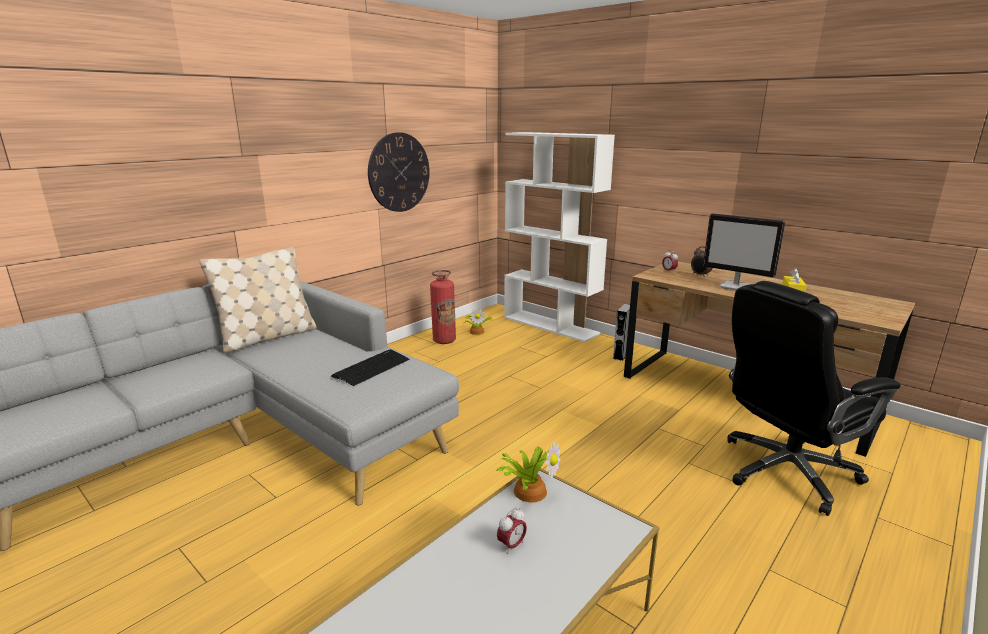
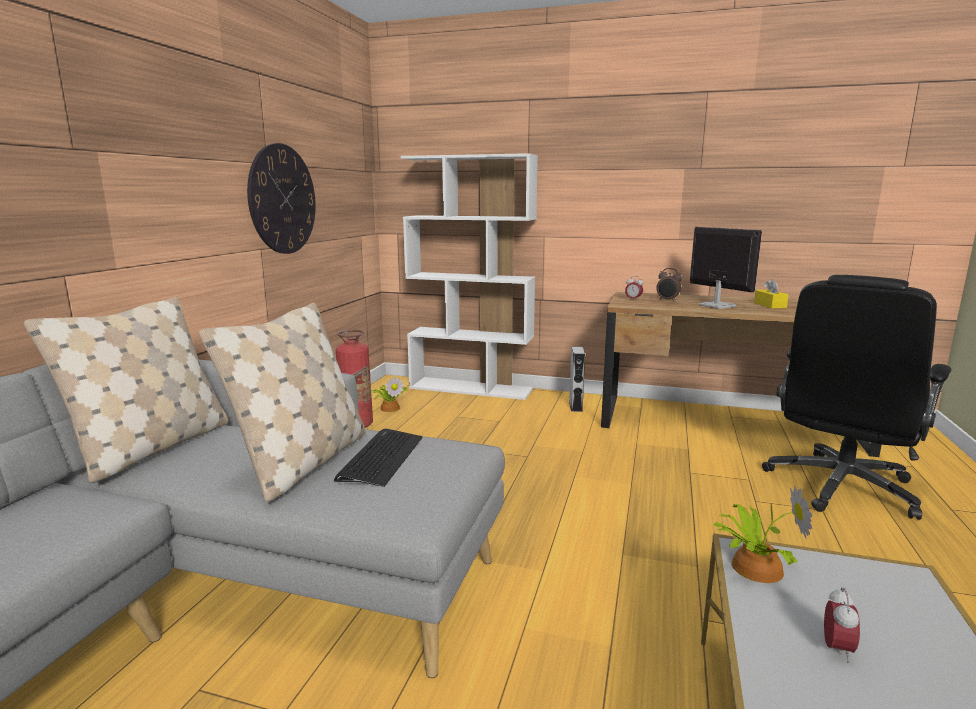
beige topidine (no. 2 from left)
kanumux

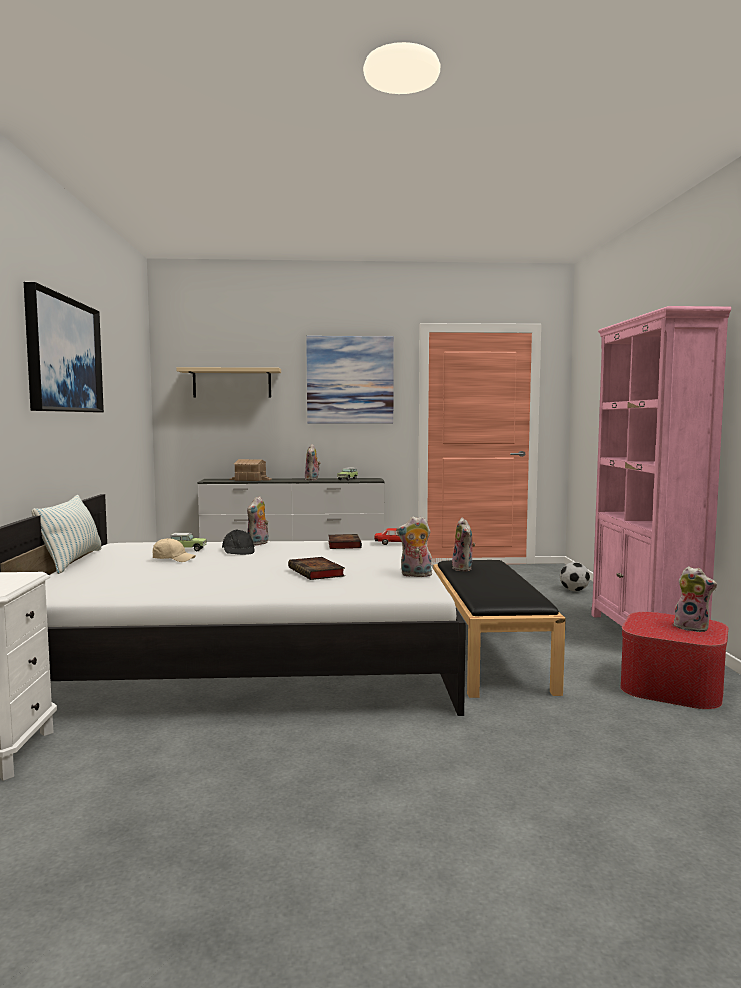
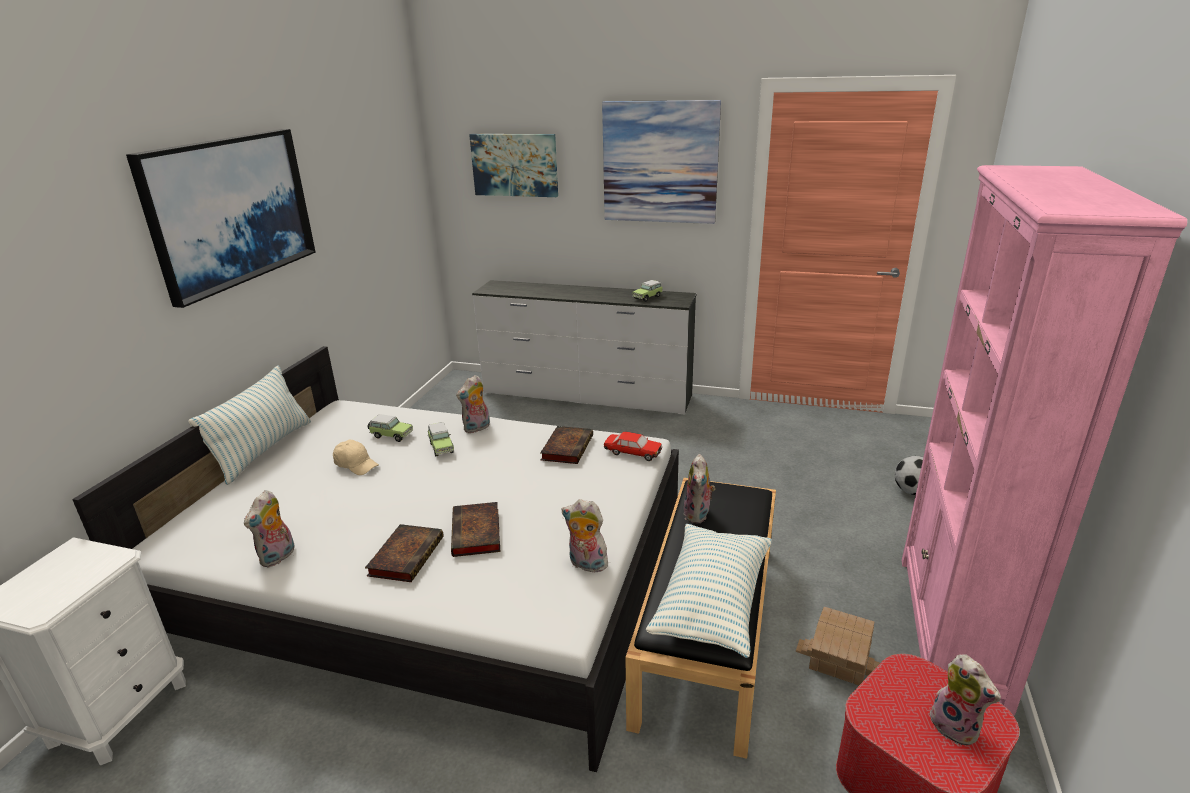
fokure (no. 1 from left)
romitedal (no. 1 from left)
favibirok (no. 2 from left)
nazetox (no. 2 from left)
topidine (no. 2 from left)
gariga

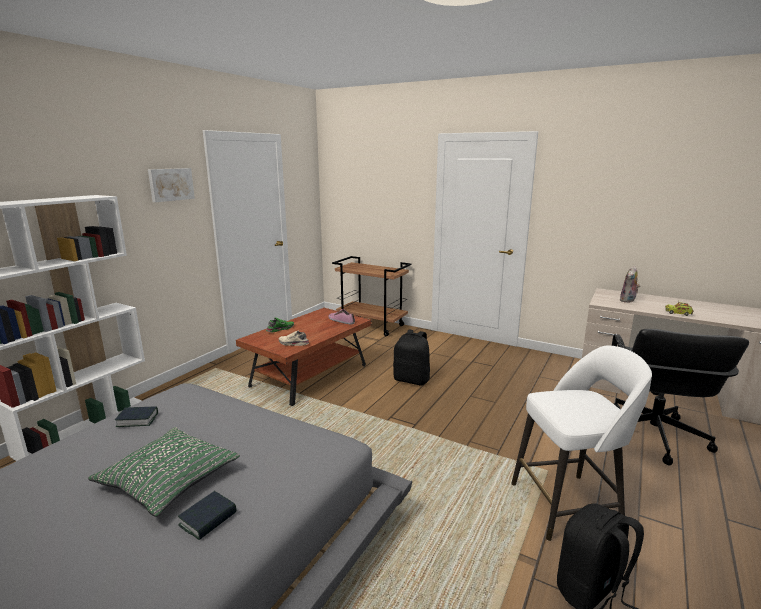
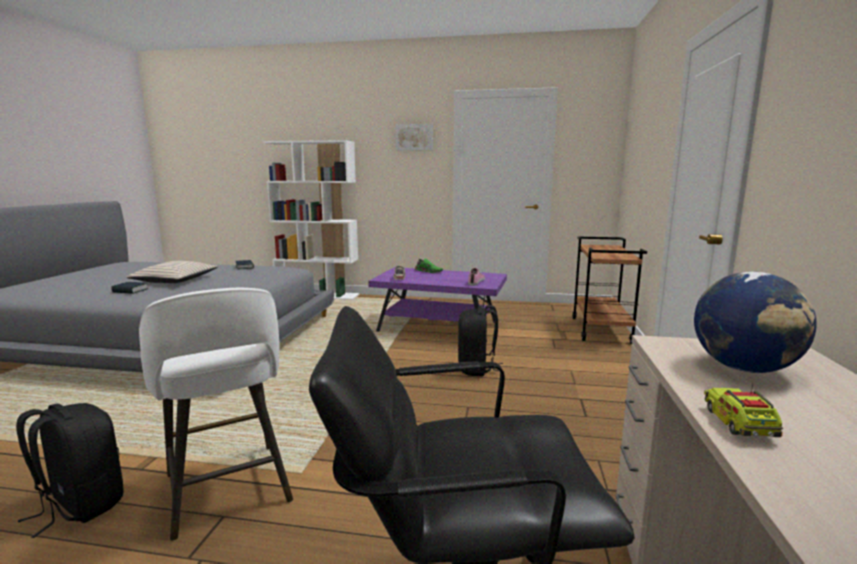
beige topidine
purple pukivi
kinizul

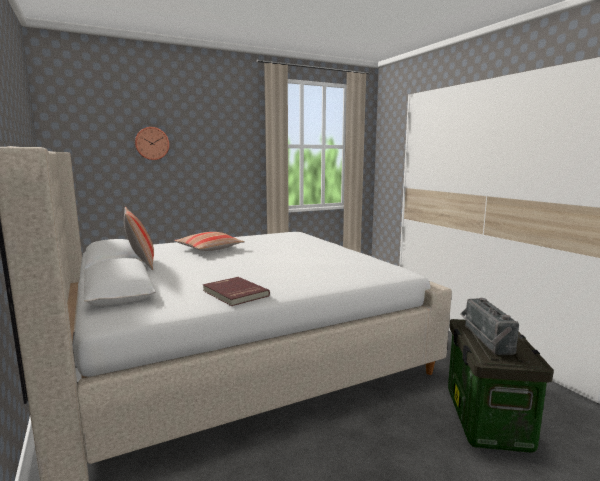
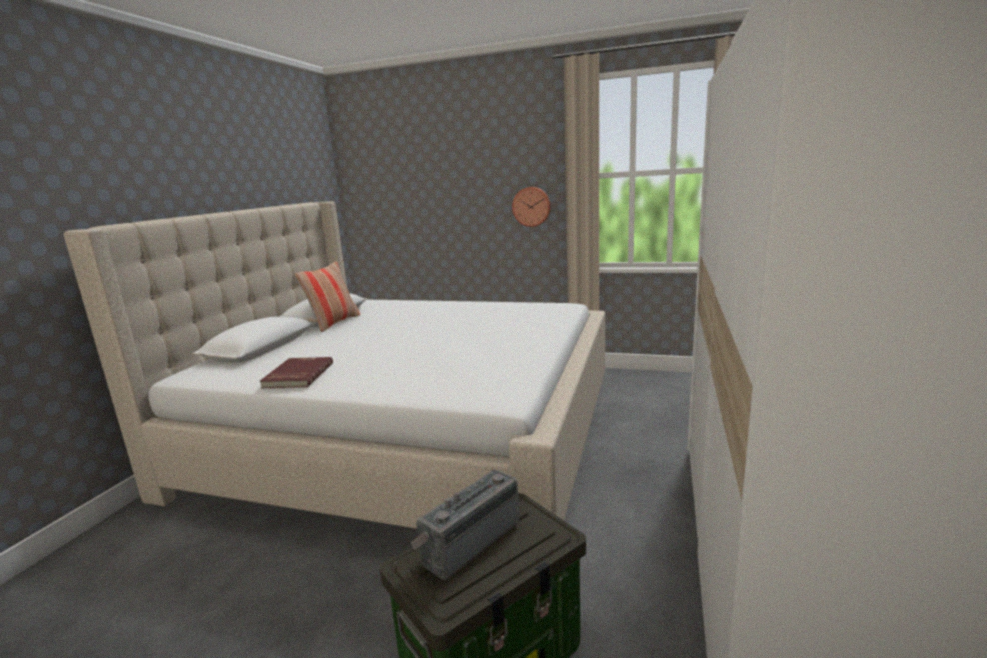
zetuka
topidine (no. 2 from left in the first image)

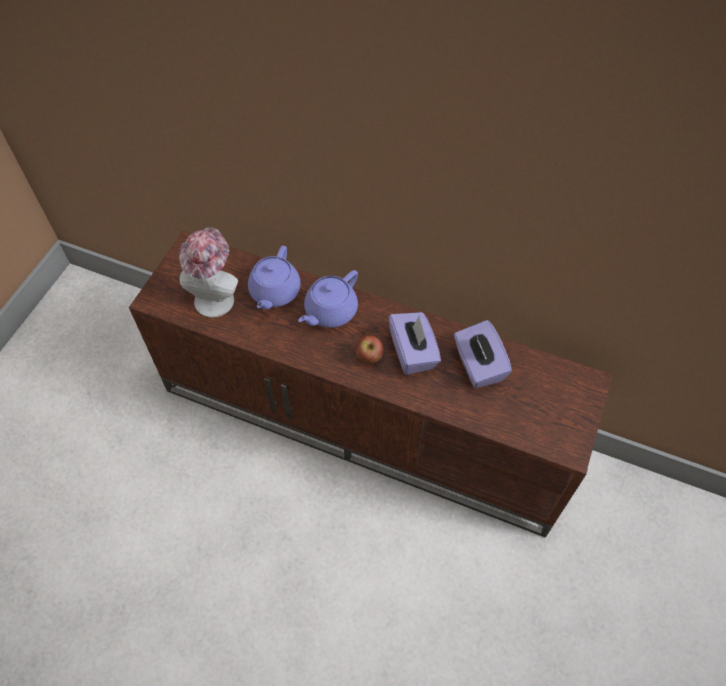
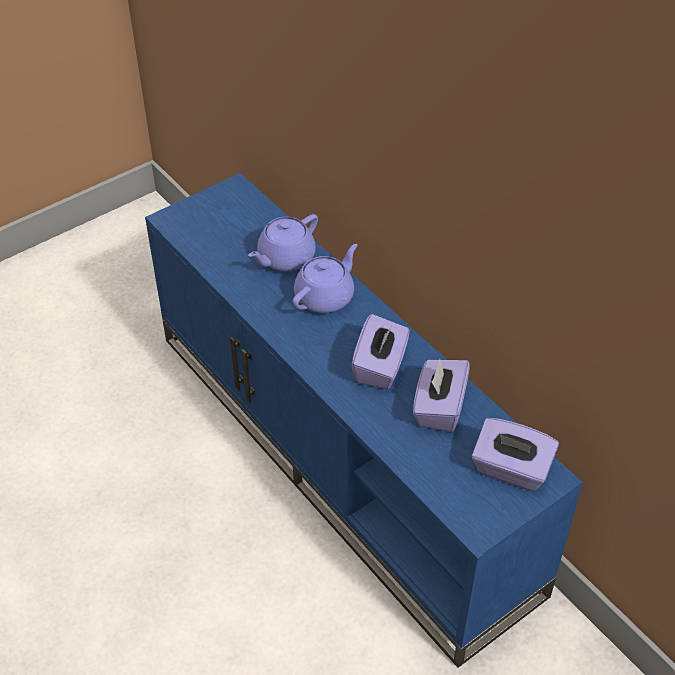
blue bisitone
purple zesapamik (no. 2 from left)
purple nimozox (no. 3 from left)
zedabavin
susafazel

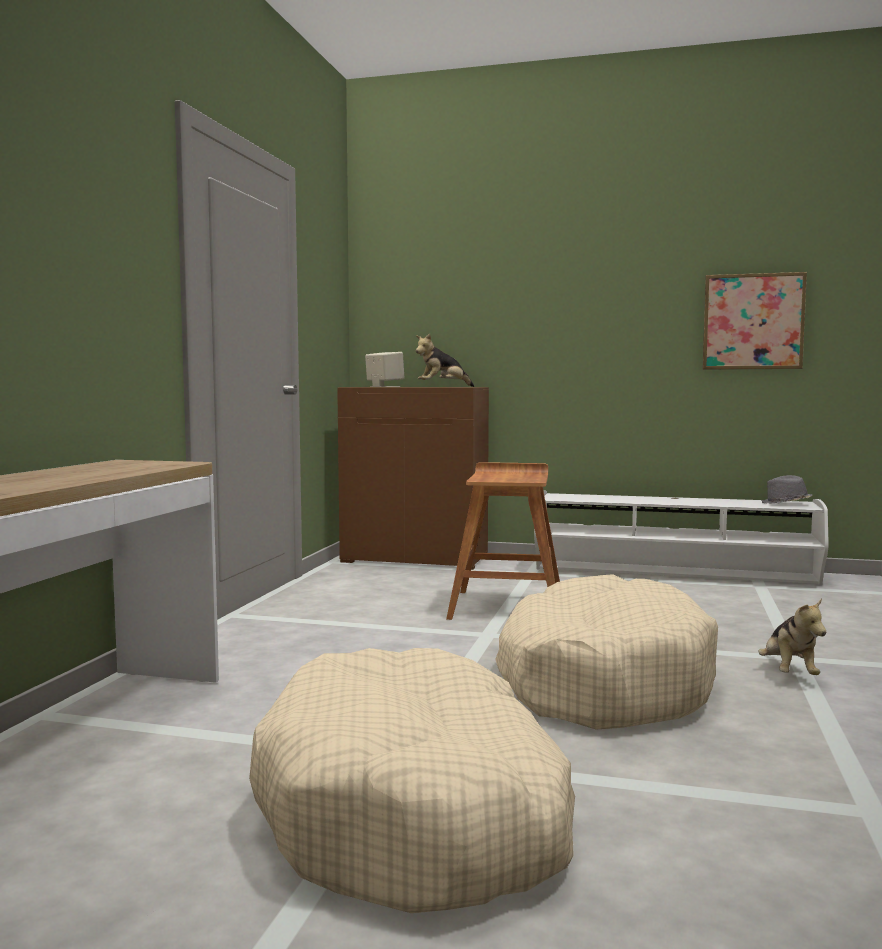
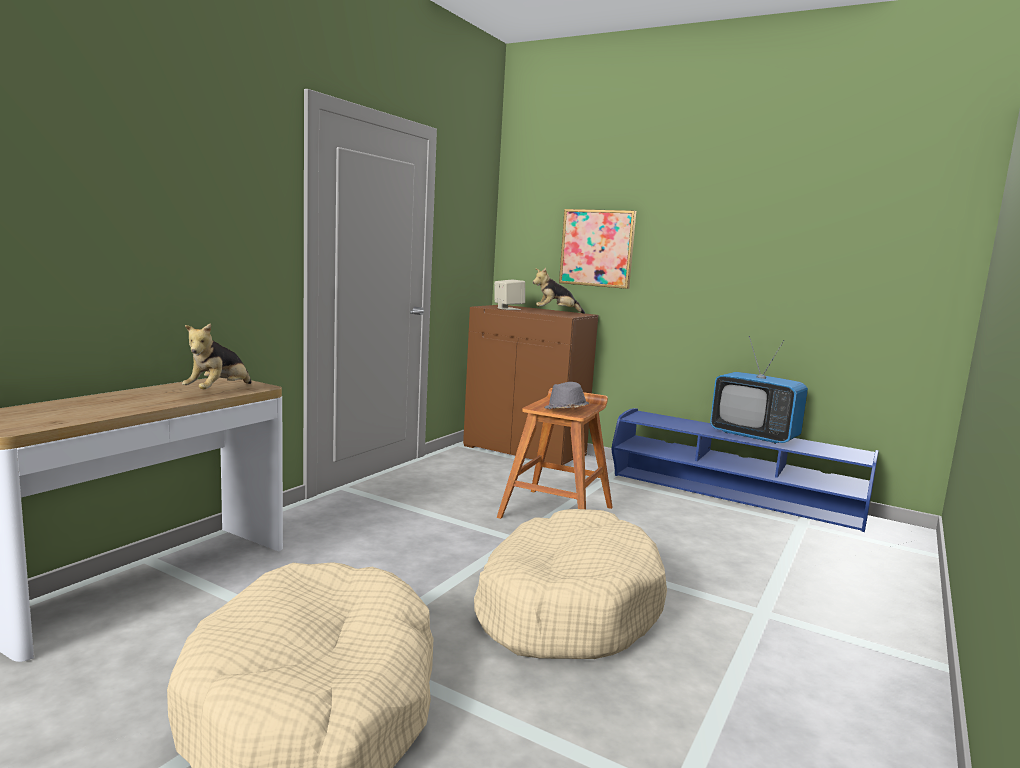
fokure (no. 1 from left)
grey zedabavin
nazetox
blue bisitone
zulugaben

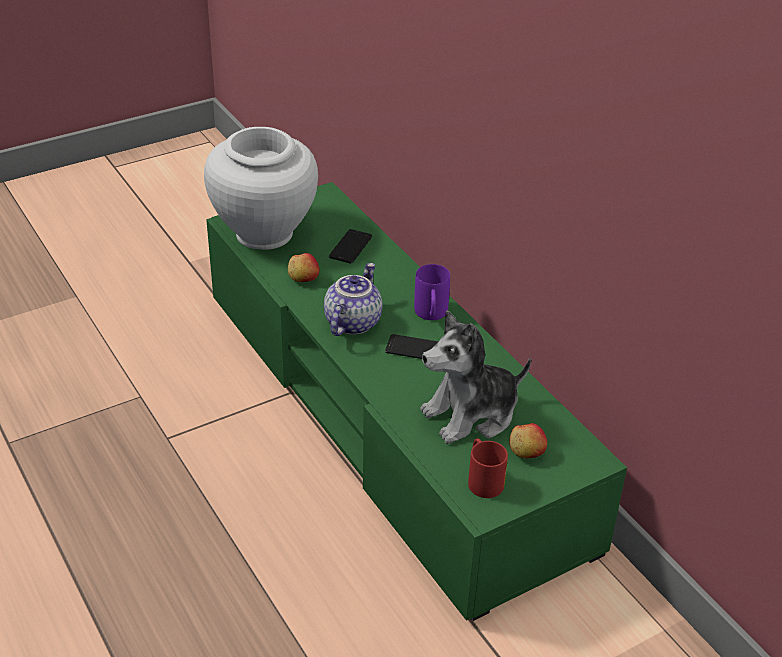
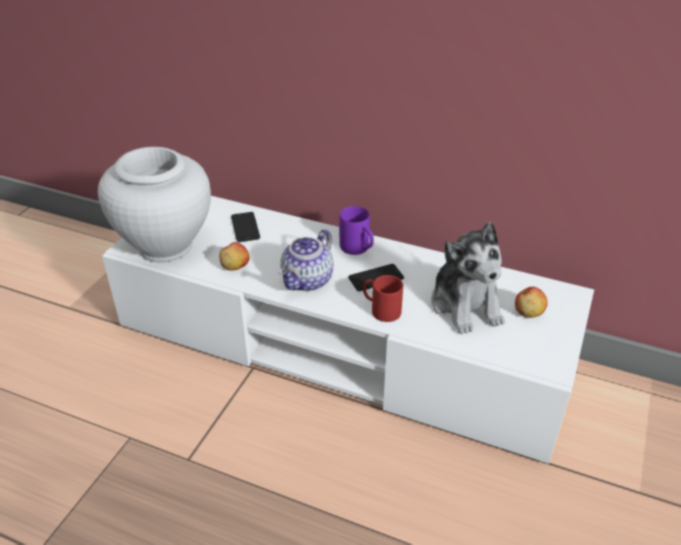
white bisitone
zesapamik
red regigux
fokure

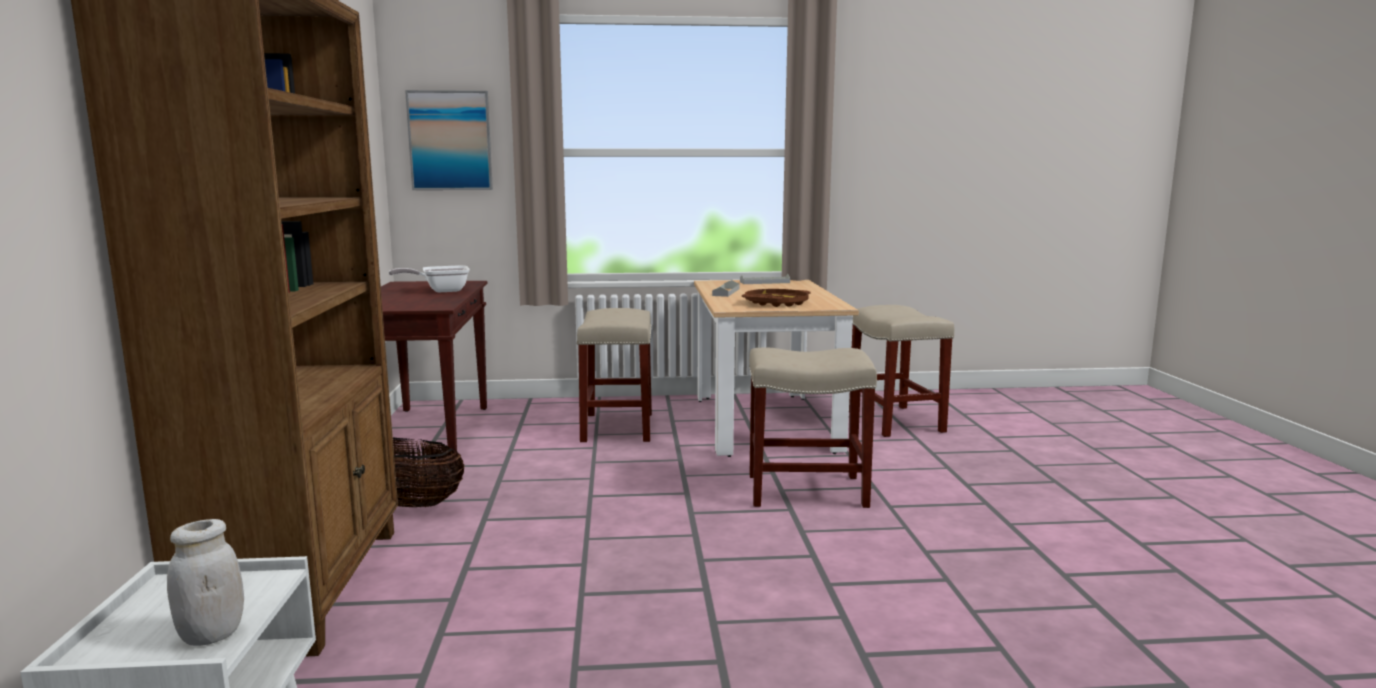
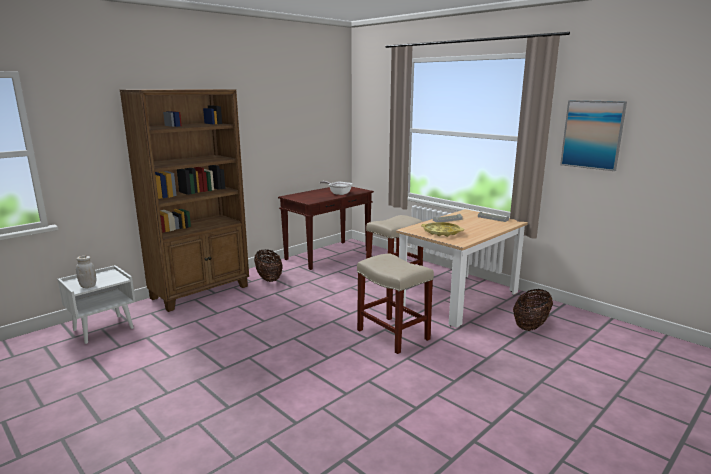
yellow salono
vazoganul (no. 2 from left)
nazetox

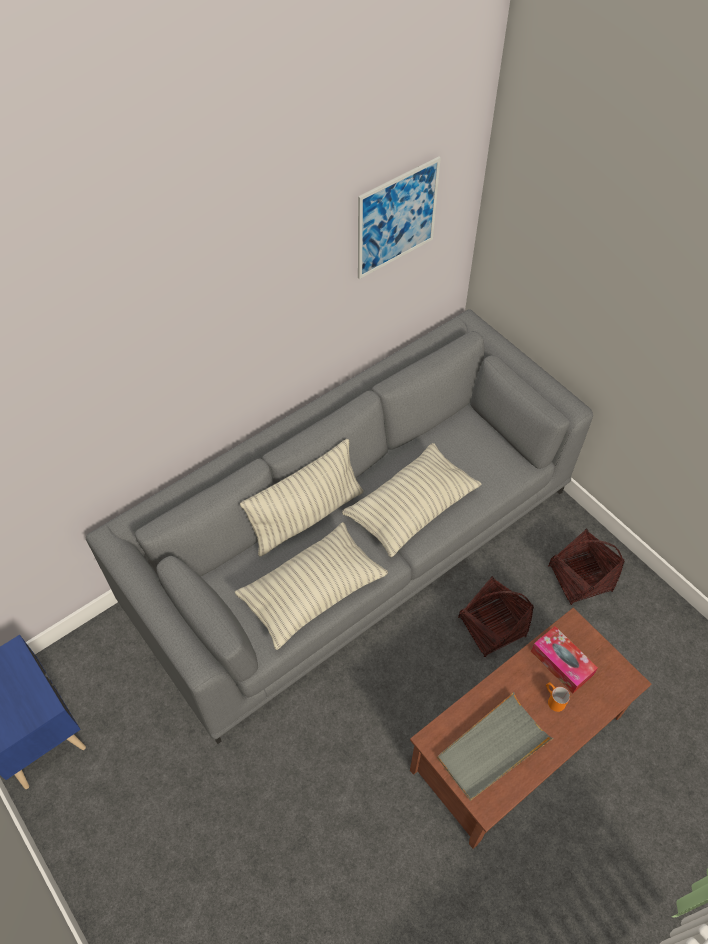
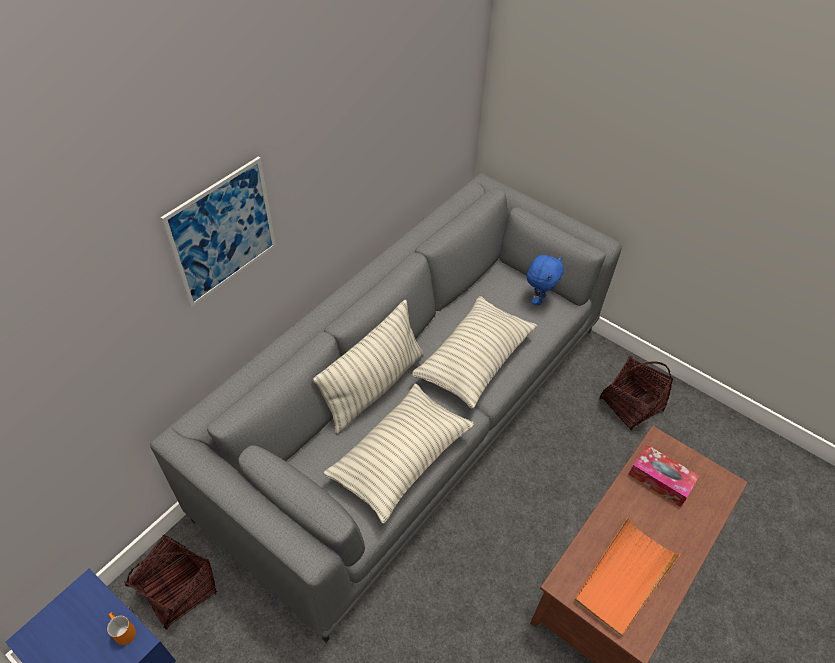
orange regigux
vazoganul (no. 1 from left)
nazetox
blue fokure
orange salono

